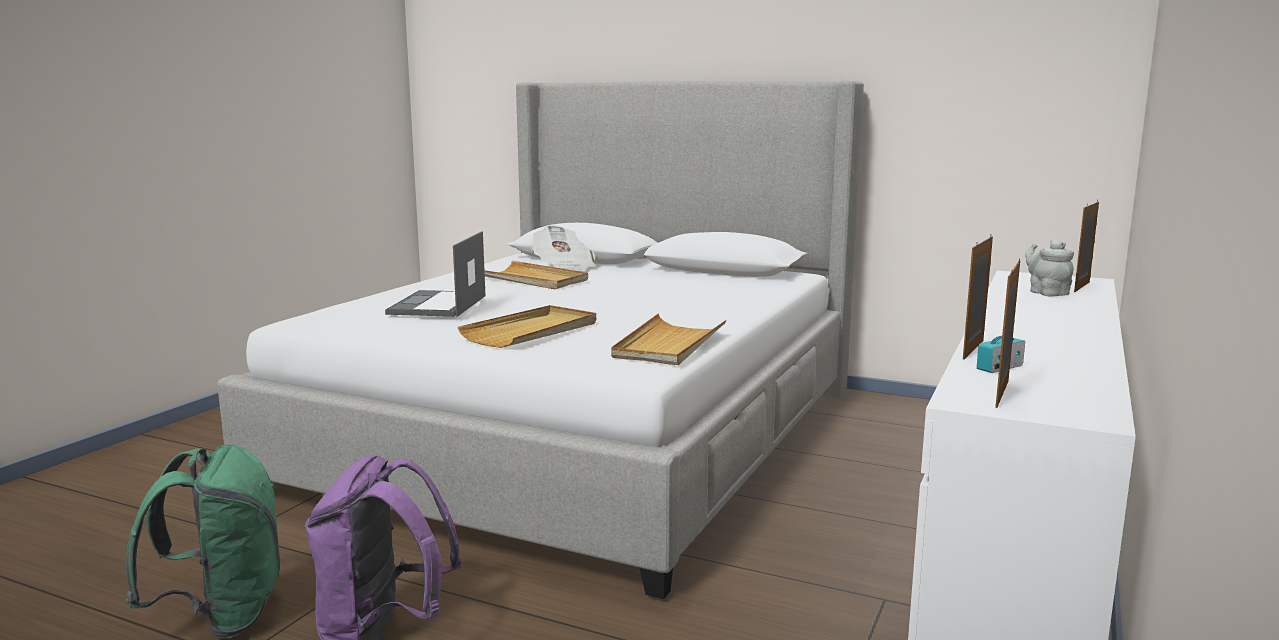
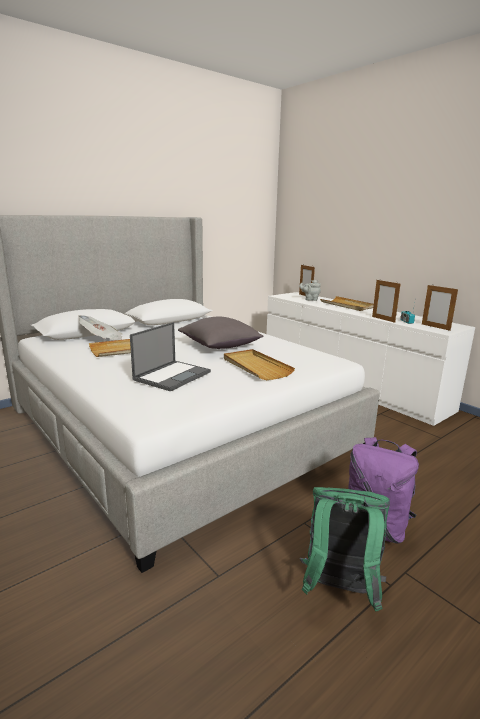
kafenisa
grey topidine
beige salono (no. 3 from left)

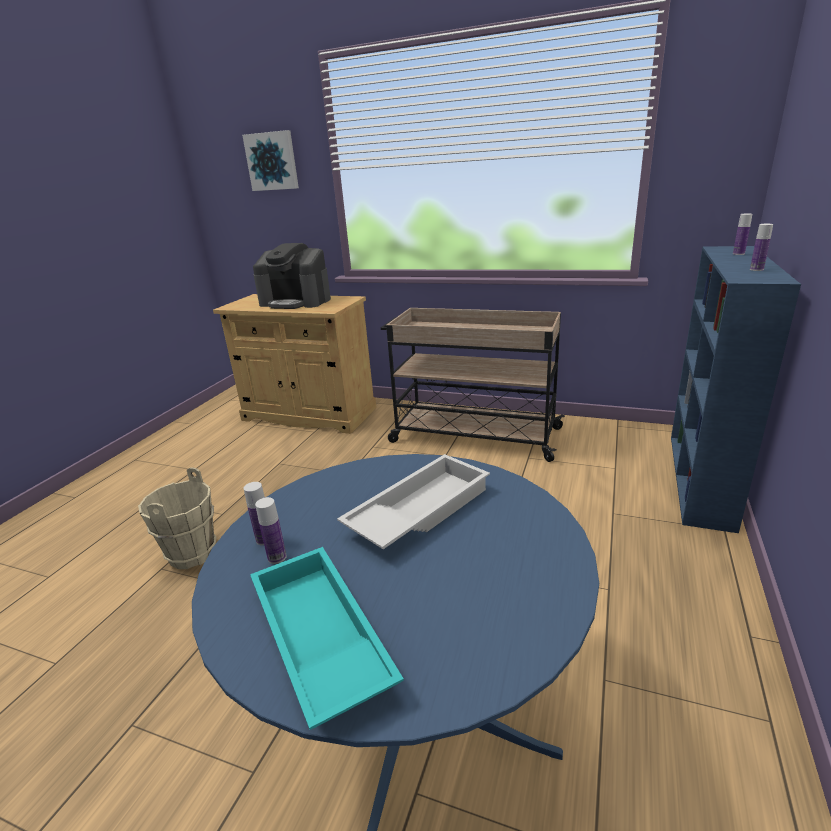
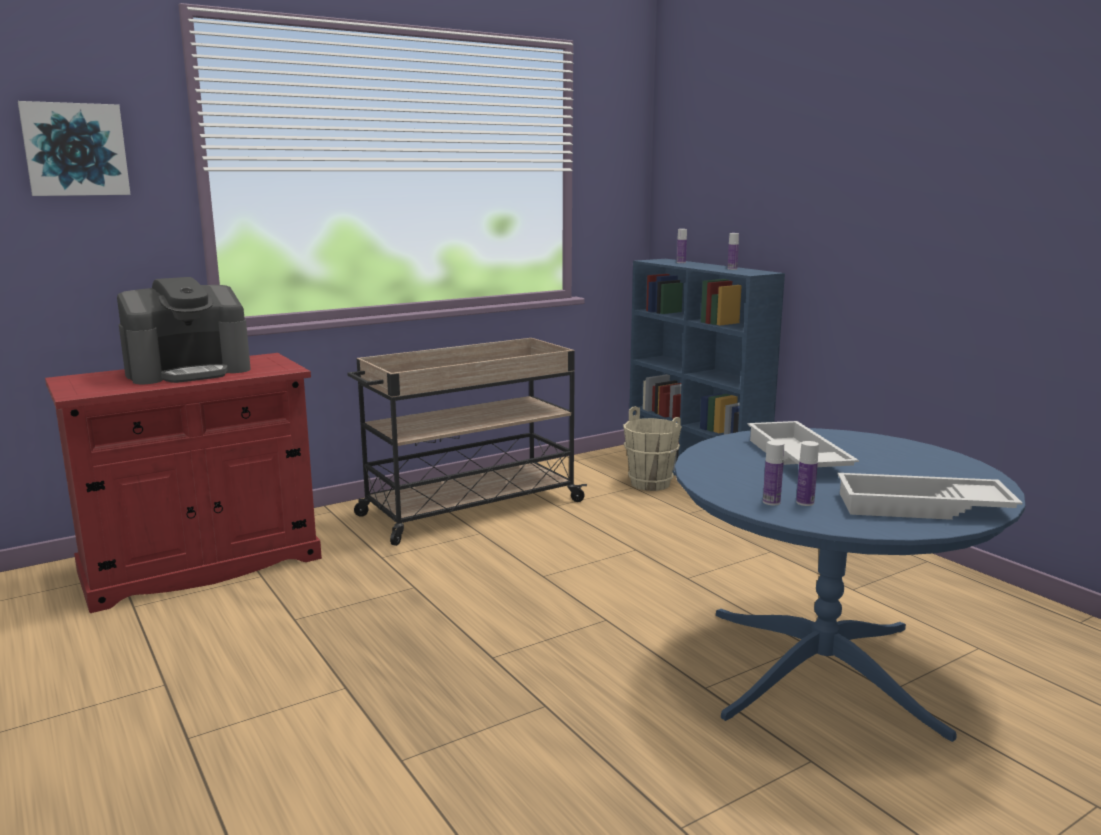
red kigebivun
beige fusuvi
white salono (no. 2 from left)

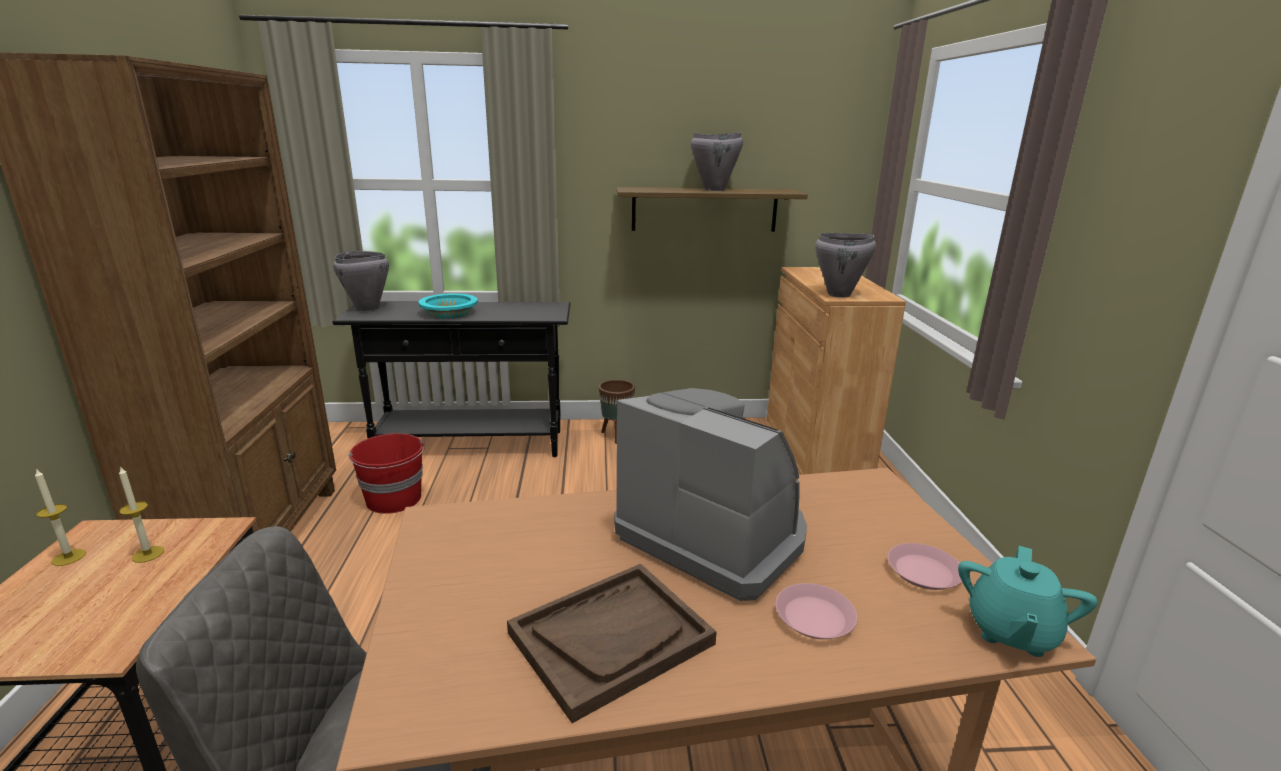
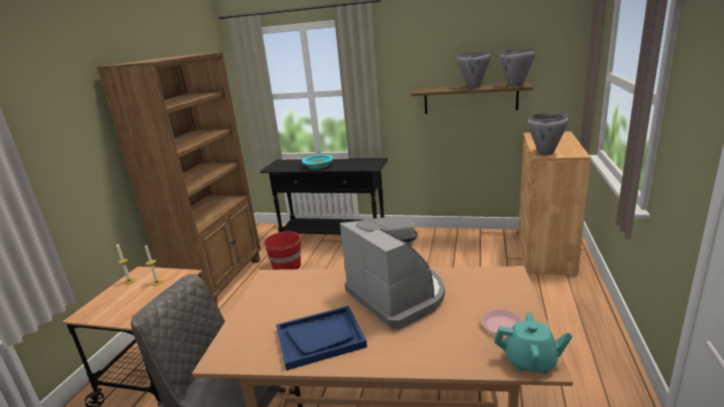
blue salono
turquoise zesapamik
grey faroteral (no. 2 from left)
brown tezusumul
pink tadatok (no. 1 from left in the first image)

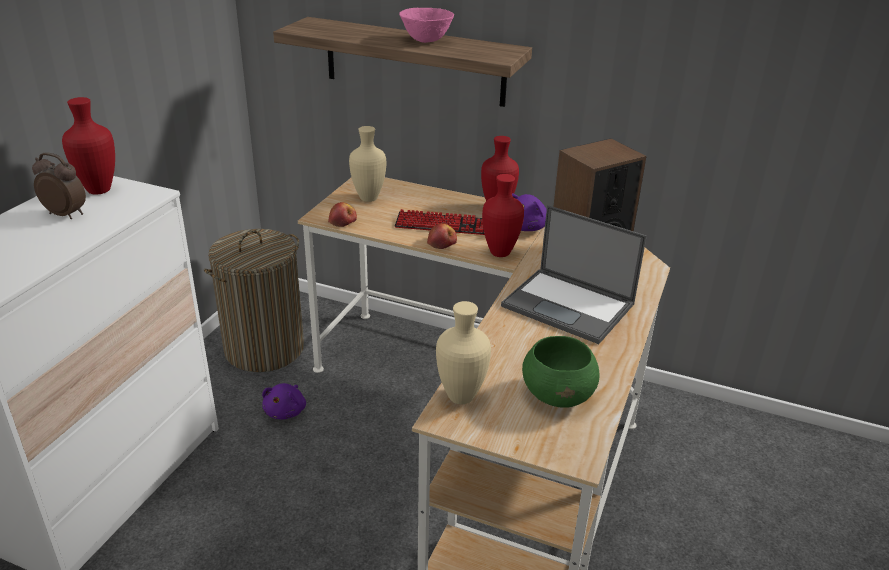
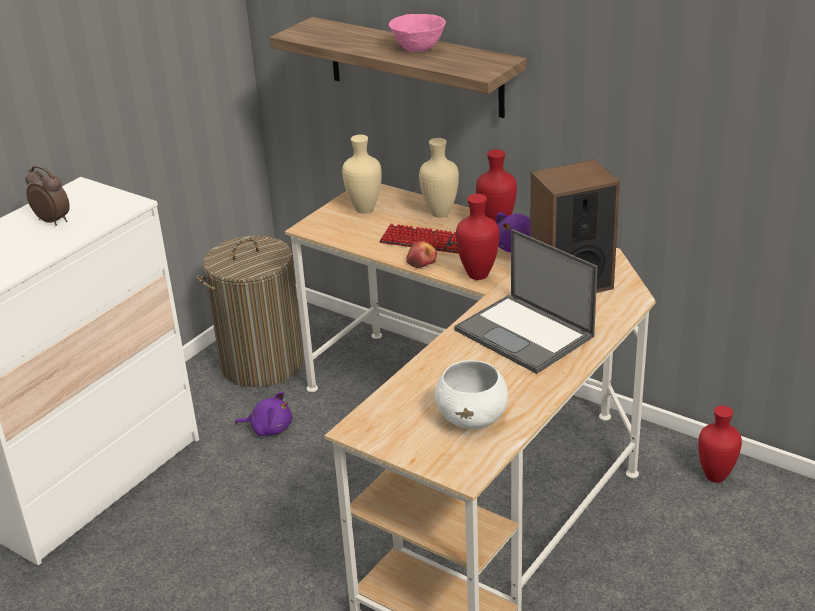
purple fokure (no. 1 from left)
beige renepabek (no. 2 from left)
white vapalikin
red renepabek (no. 3 from left)
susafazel (no. 1 from left in the first image)

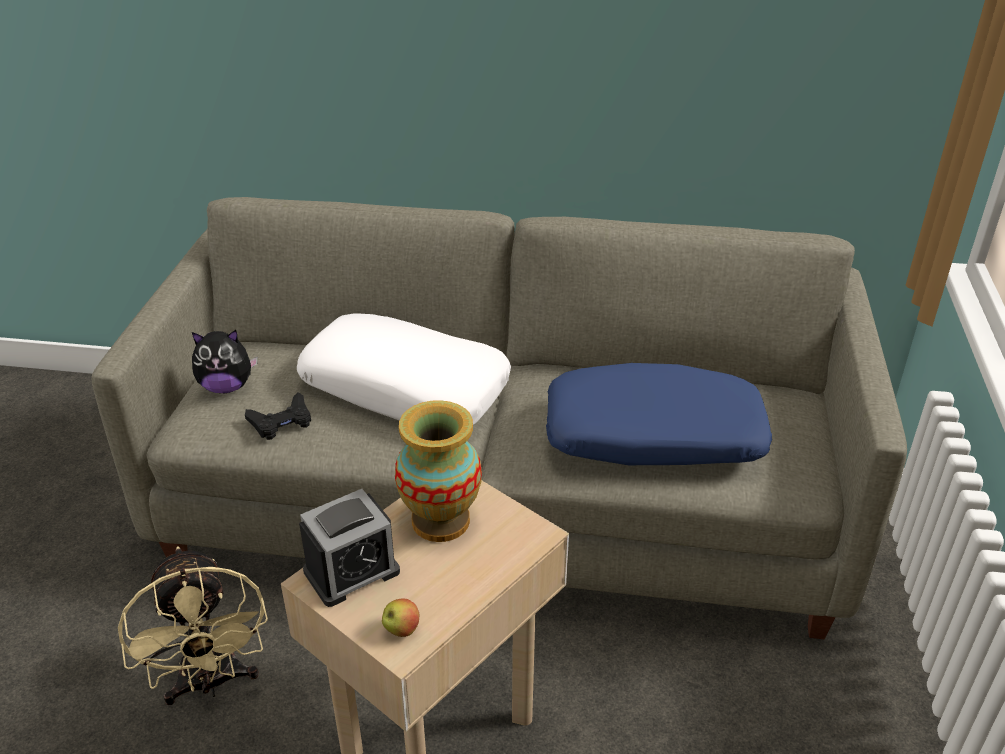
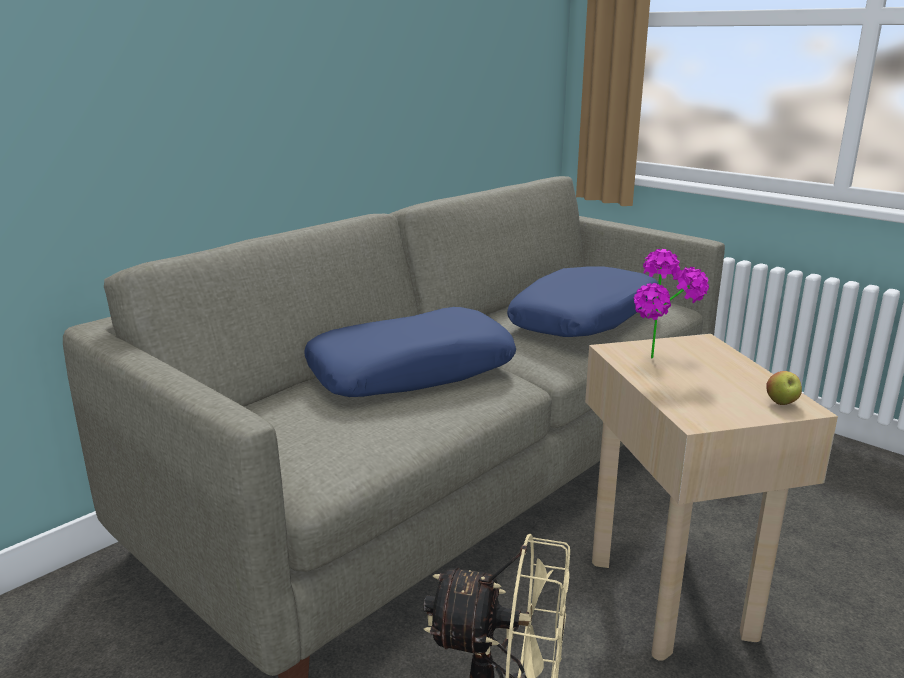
blue topidine (no. 1 from left)
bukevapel
fokure
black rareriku
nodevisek

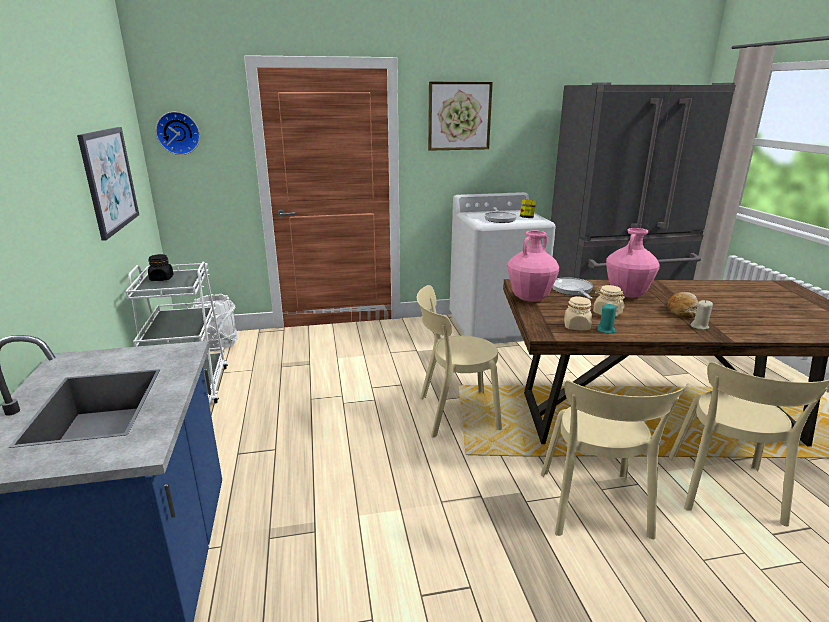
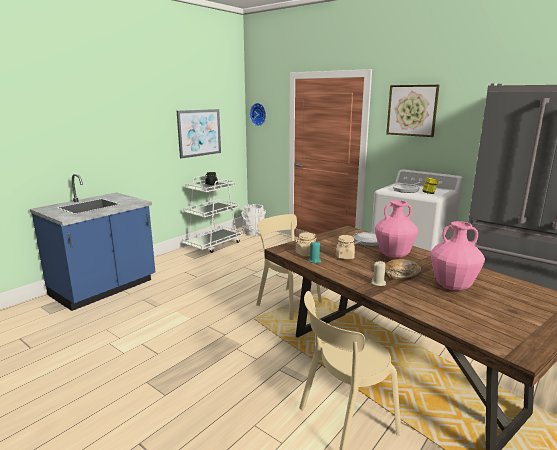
pink renepabek (no. 2 from left)
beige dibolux (no. 2 from left in the first image)

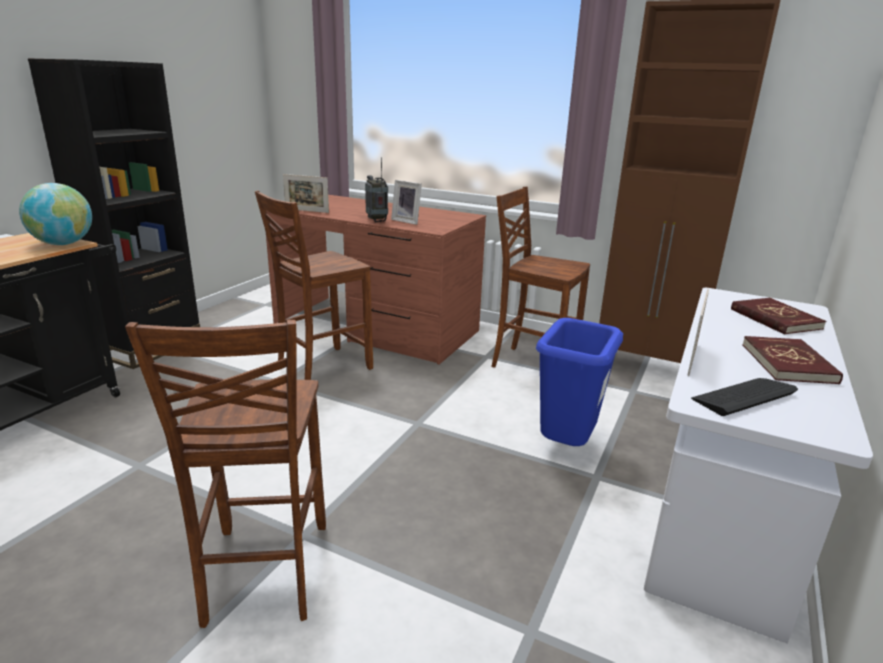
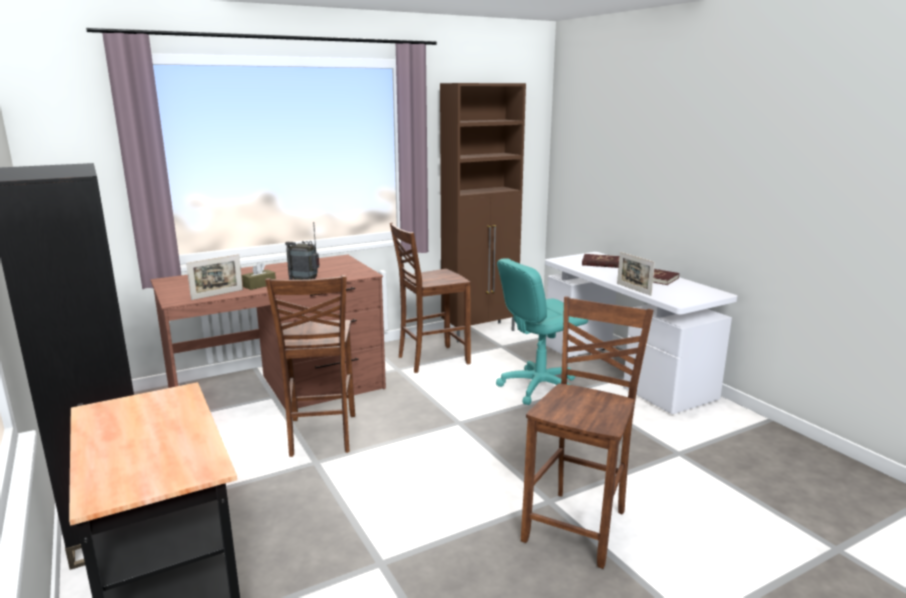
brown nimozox
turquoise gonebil
brown dibolux (no. 3 from left)
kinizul
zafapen (no. 2 from left in the first image)
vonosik

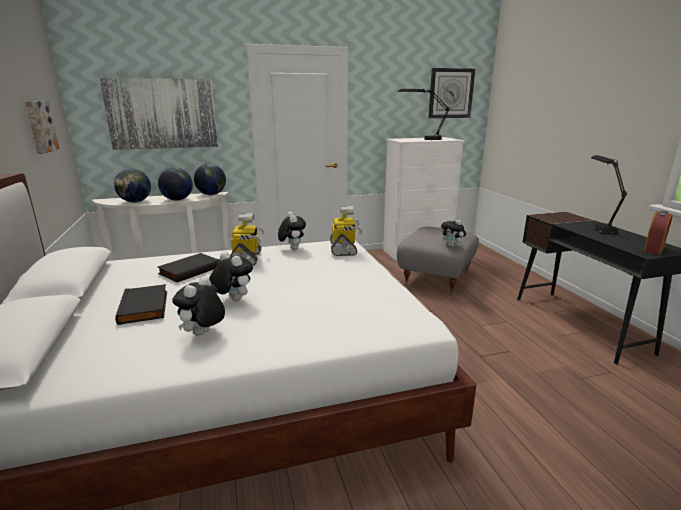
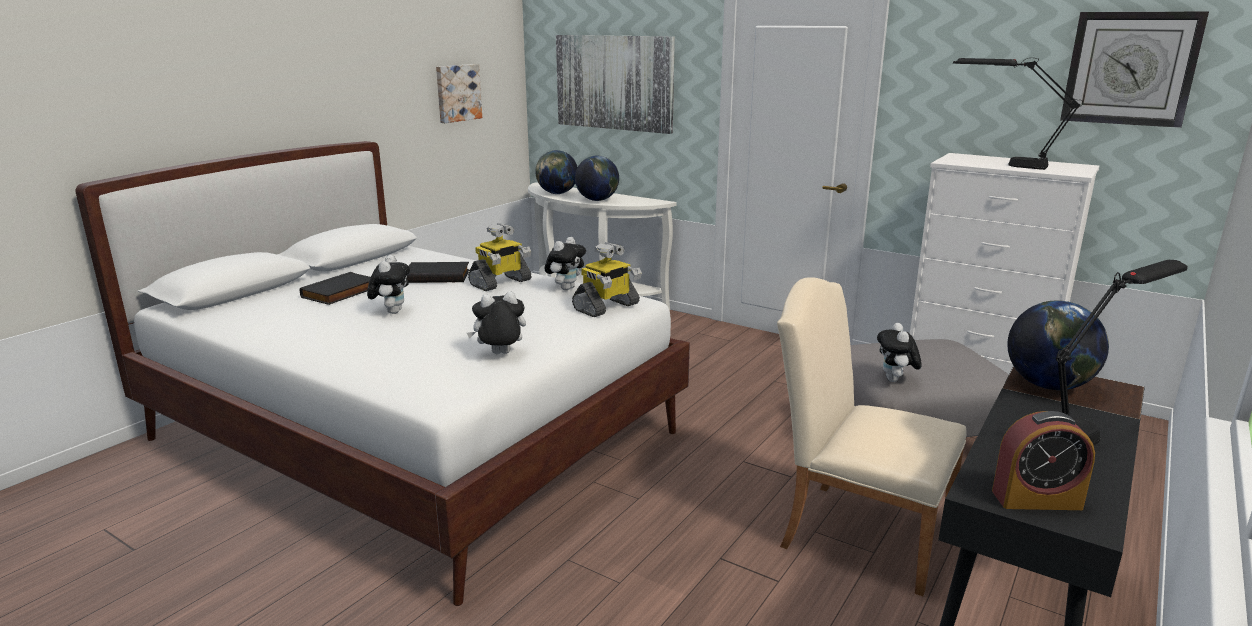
fokure (no. 2 from left)
beige dibolux
kinizul (no. 3 from left)

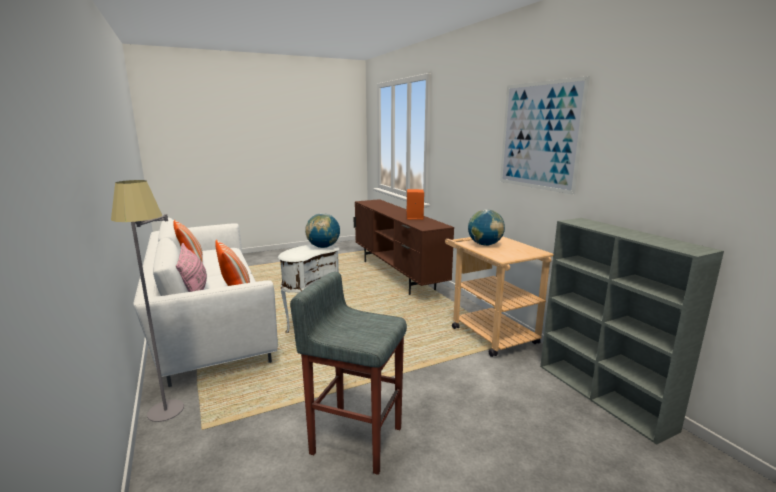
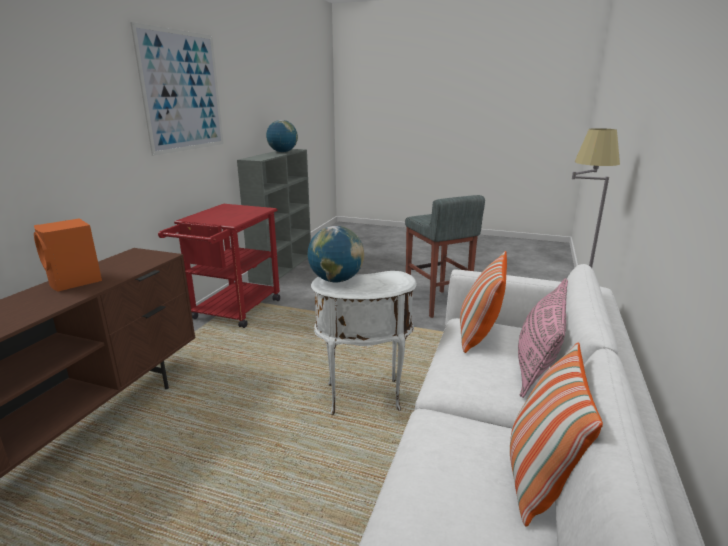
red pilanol
kinizul (no. 1 from left)

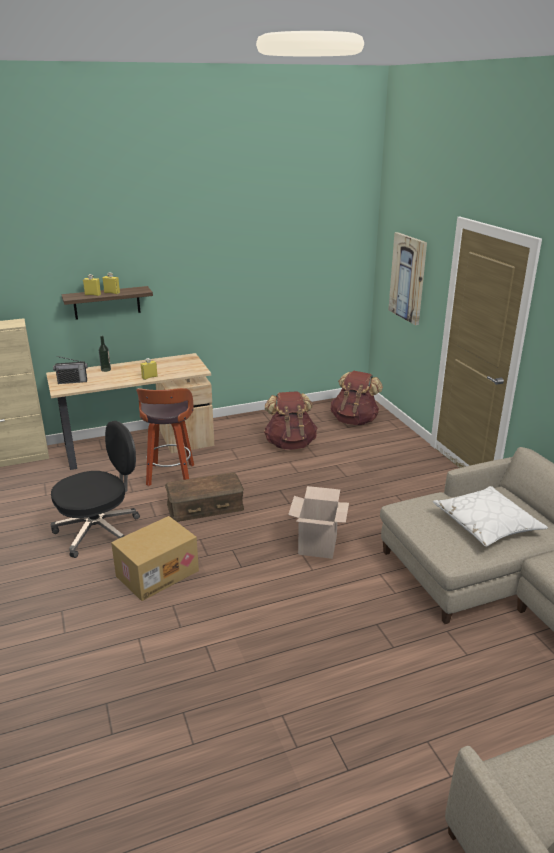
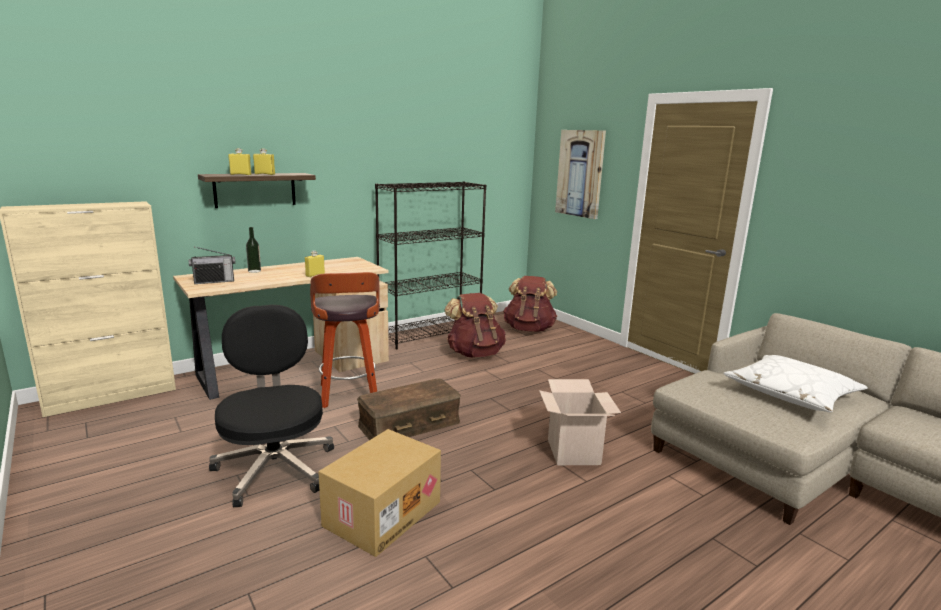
black gonebil
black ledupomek

